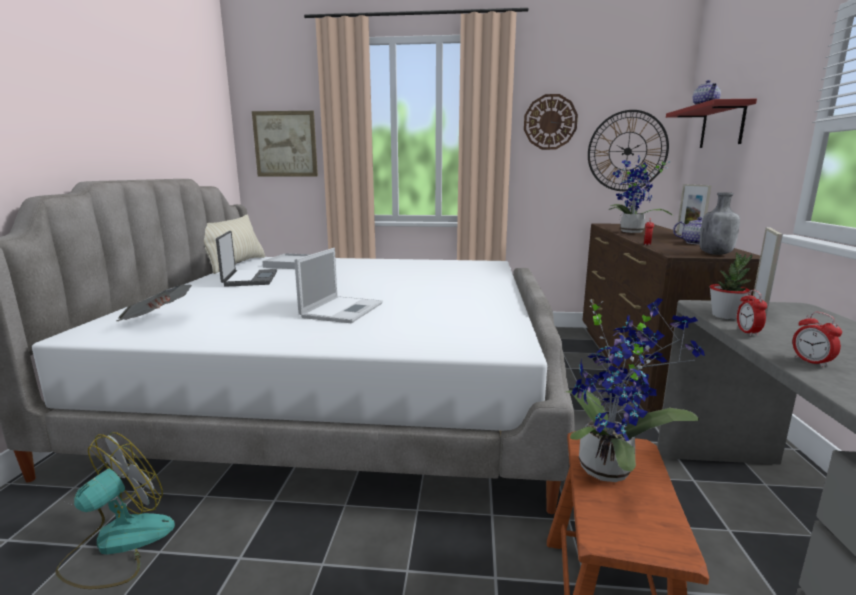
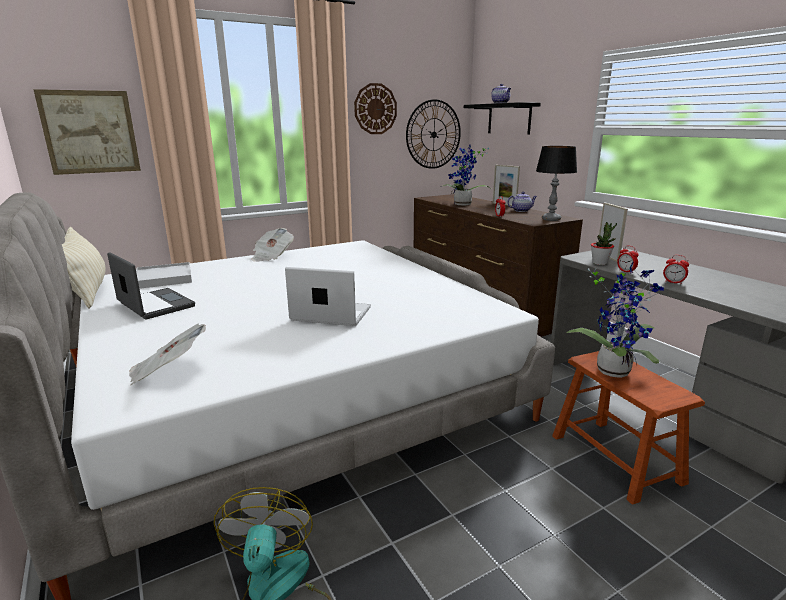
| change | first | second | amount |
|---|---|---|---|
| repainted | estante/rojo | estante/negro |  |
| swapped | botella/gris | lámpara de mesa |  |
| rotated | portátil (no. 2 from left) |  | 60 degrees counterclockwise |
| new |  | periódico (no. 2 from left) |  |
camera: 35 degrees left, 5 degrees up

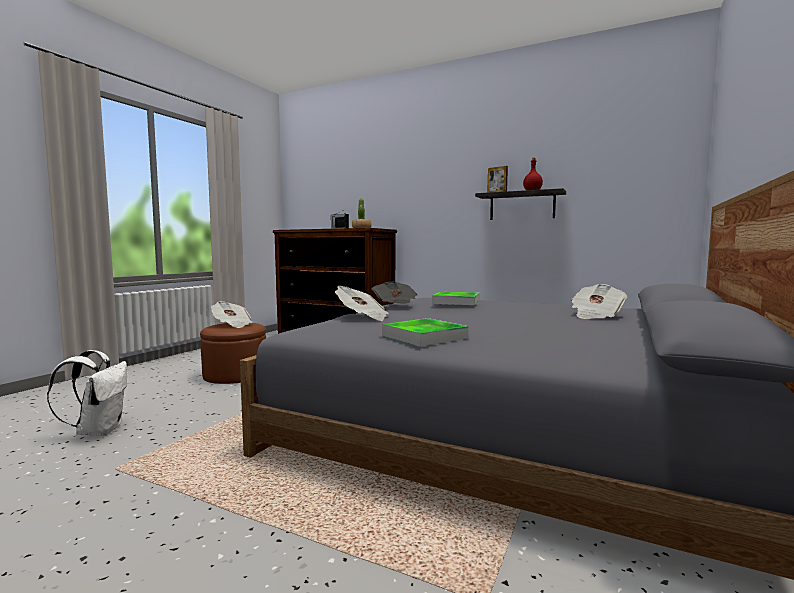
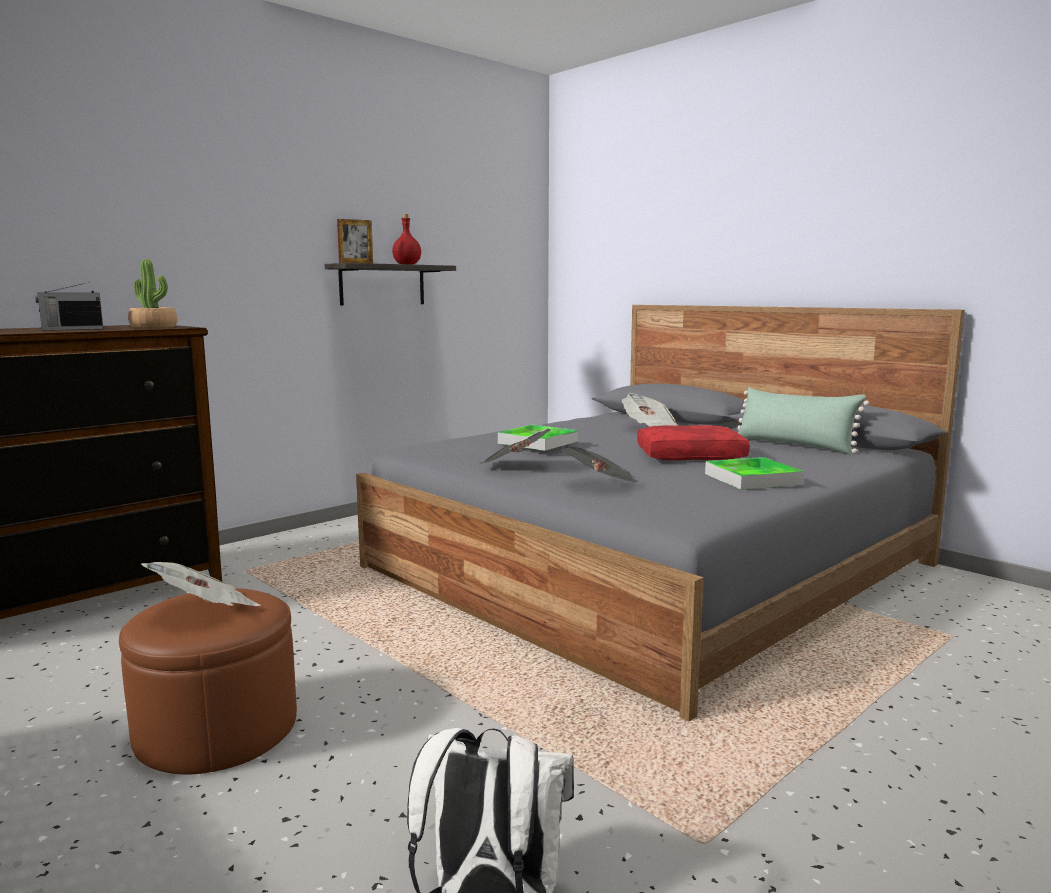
| change | first | second | amount |
|---|---|---|---|
| new |  | cojín/verde |  |
| new |  | cojín/rojo |  |
camera: 70 degrees left, 5 degrees up

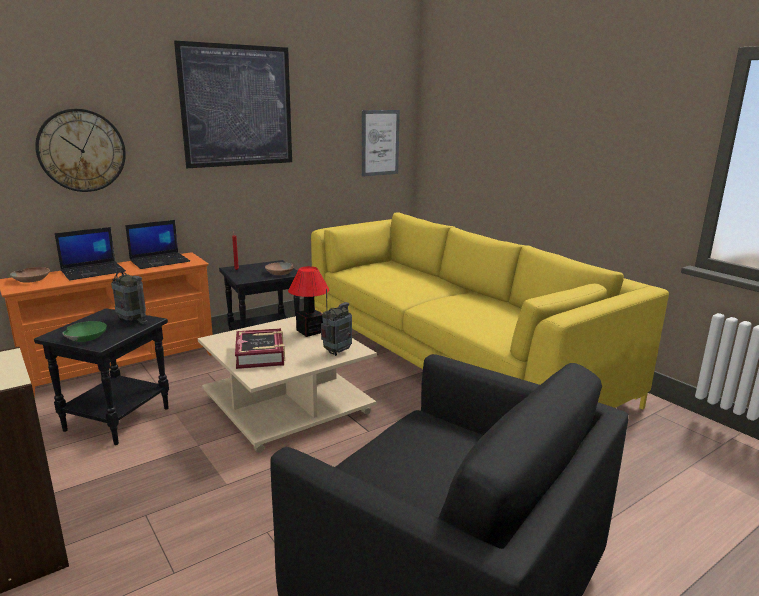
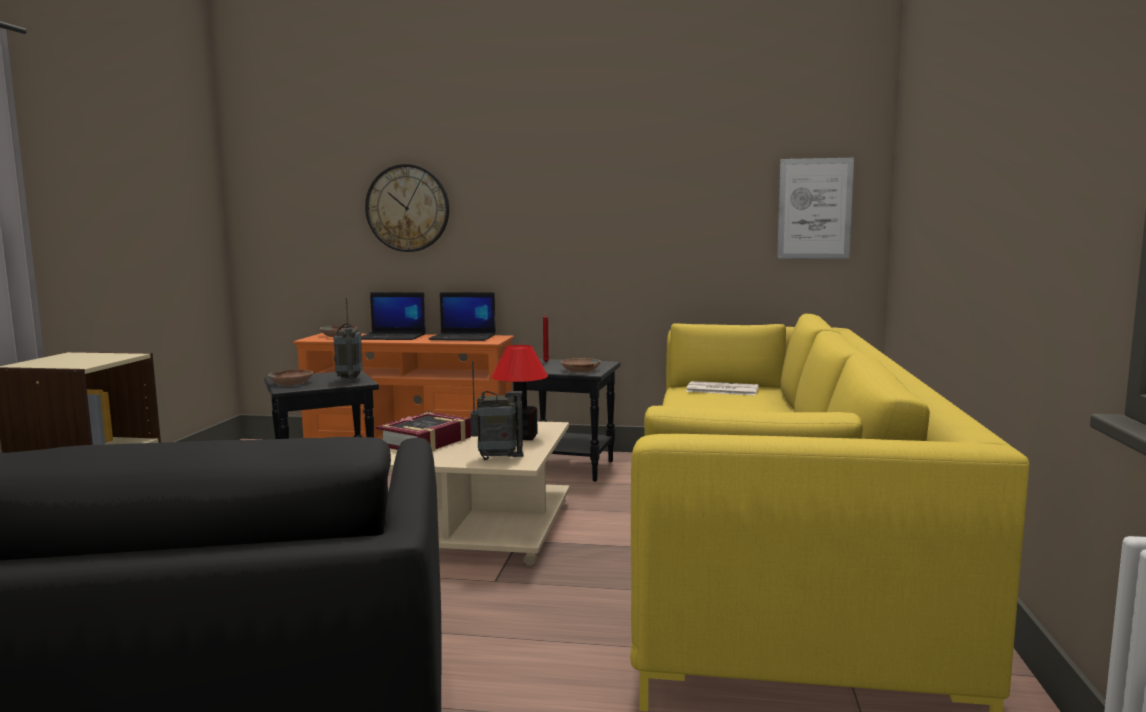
| change | first | second | amount |
|---|---|---|---|
| gone | cuadro (no. 1 from left) |  |  |
| repainted | cuenco/verde | cuenco/marrón (no. 1 from left) |  |
| new |  | periódico |  |
camera: 45 degrees right, 10 degrees down

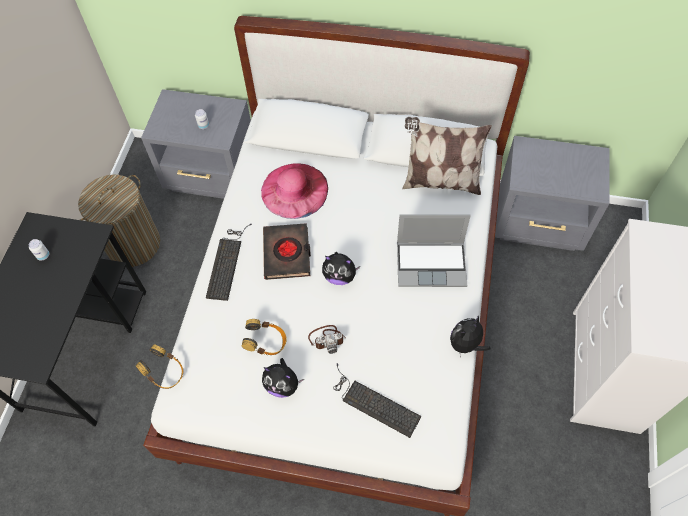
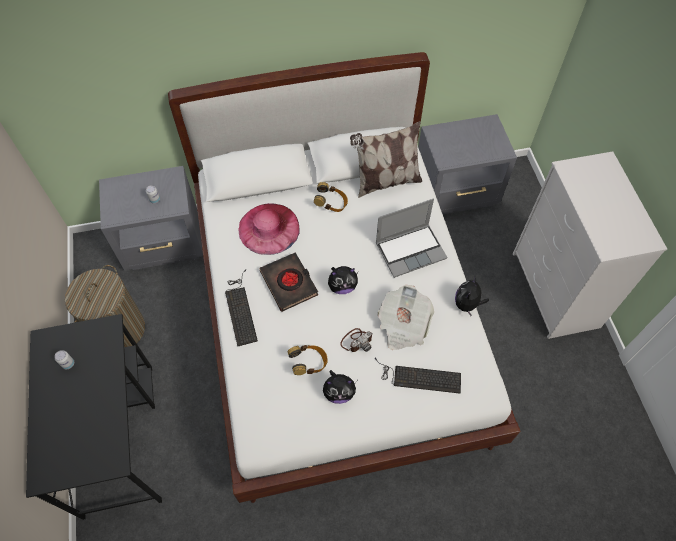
| change | first | second | amount |
|---|---|---|---|
| shifted | auriculares (no. 1 from left in the first image) | auriculares (no. 2 from left) |  |
| new |  | periódico |  |
camera: 25 degrees left, 0 degrees up

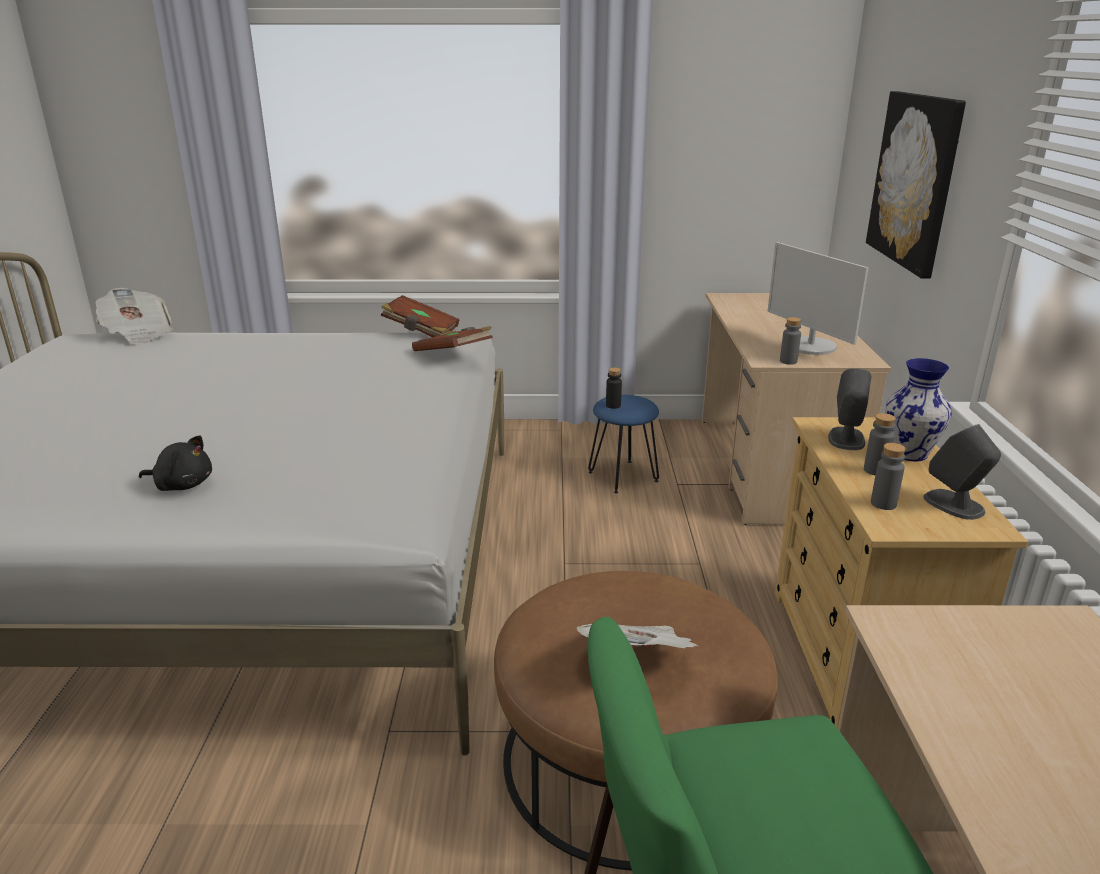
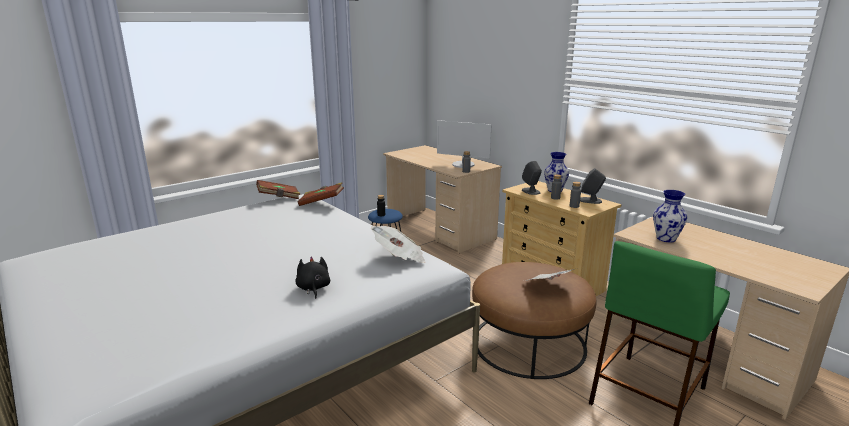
| change | first | second | amount |
|---|---|---|---|
| gone | cuadro |  |  |
| shifted | periódico (no. 1 from left) |  |  |
| rotated | peluche/negro |  | 75 degrees counterclockwise |
| new |  | florero (no. 2 from left) |  |
camera: 40 degrees left, 5 degrees down

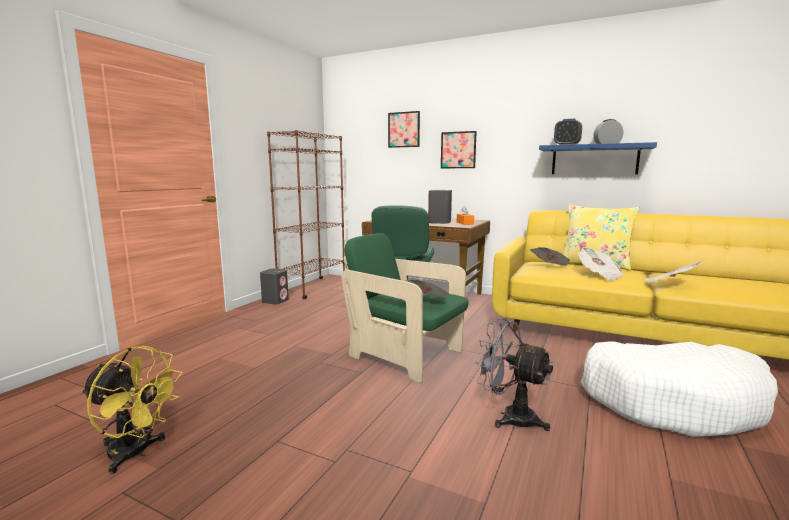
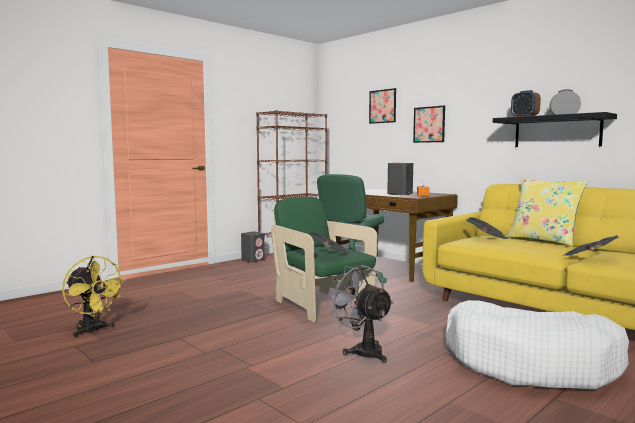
| change | first | second | amount |
|---|---|---|---|
| repainted | estante/azul | estante/negro |  |
| gone | periódico (no. 3 from left) |  |  |
camera: 20 degrees right, 5 degrees down

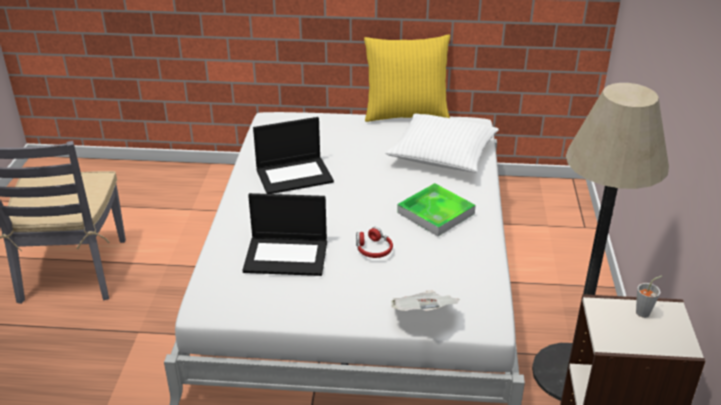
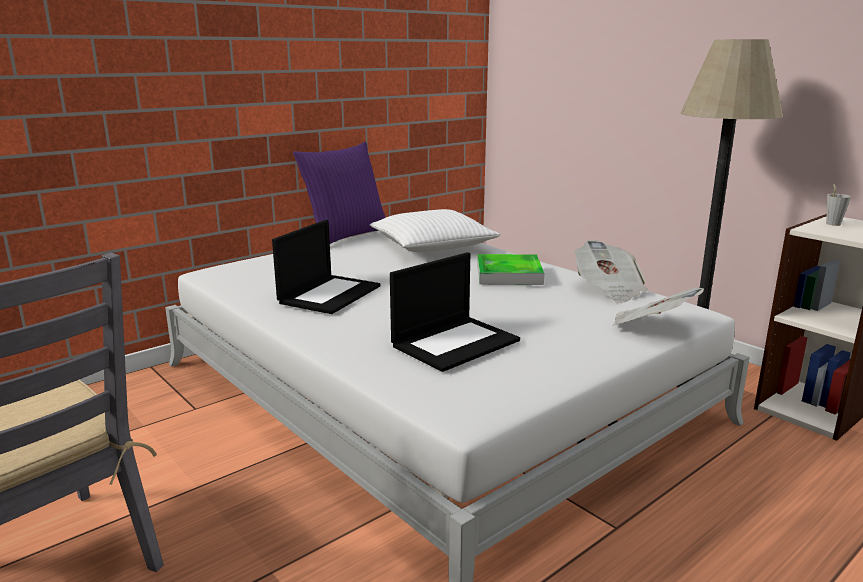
| change | first | second | amount |
|---|---|---|---|
| repainted | cojín/amarillo | cojín/morado |  |
| gone | auriculares/rojo |  |  |
| new |  | periódico (no. 1 from left) |  |
camera: 45 degrees left, 15 degrees down

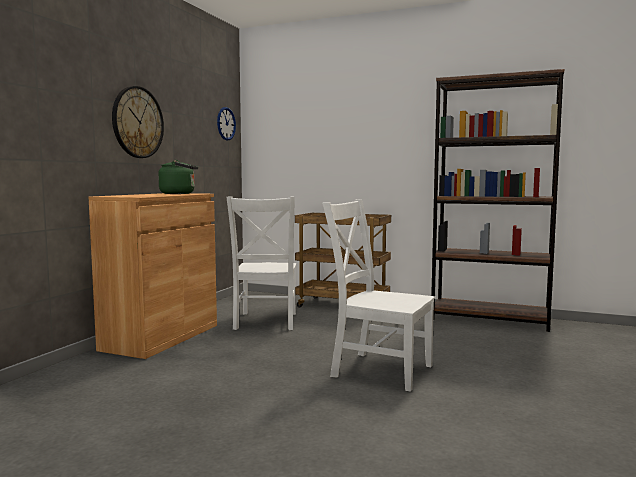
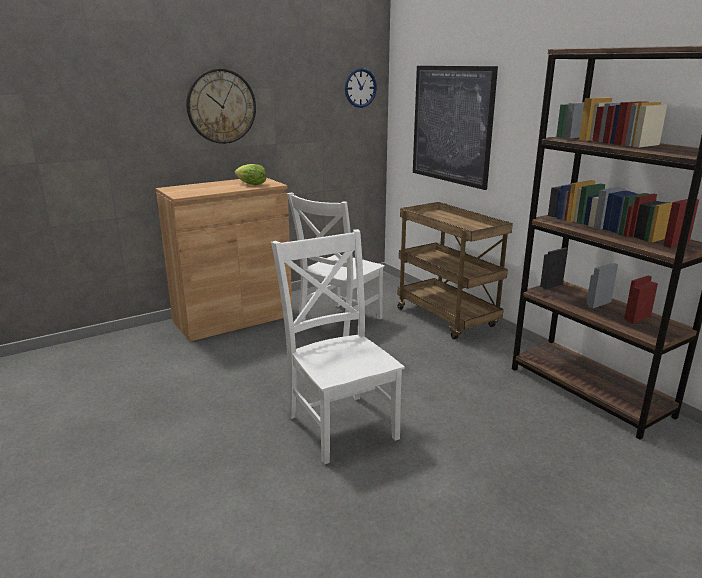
| change | first | second | amount |
|---|---|---|---|
| swapped | hervidor/verde | lechuga |  |
| new |  | cuadro |  |
camera: 35 degrees right, 15 degrees up

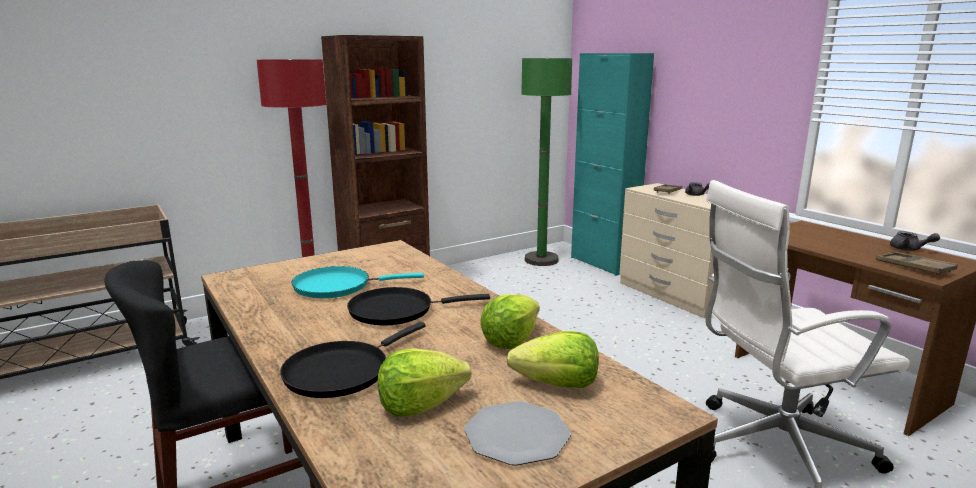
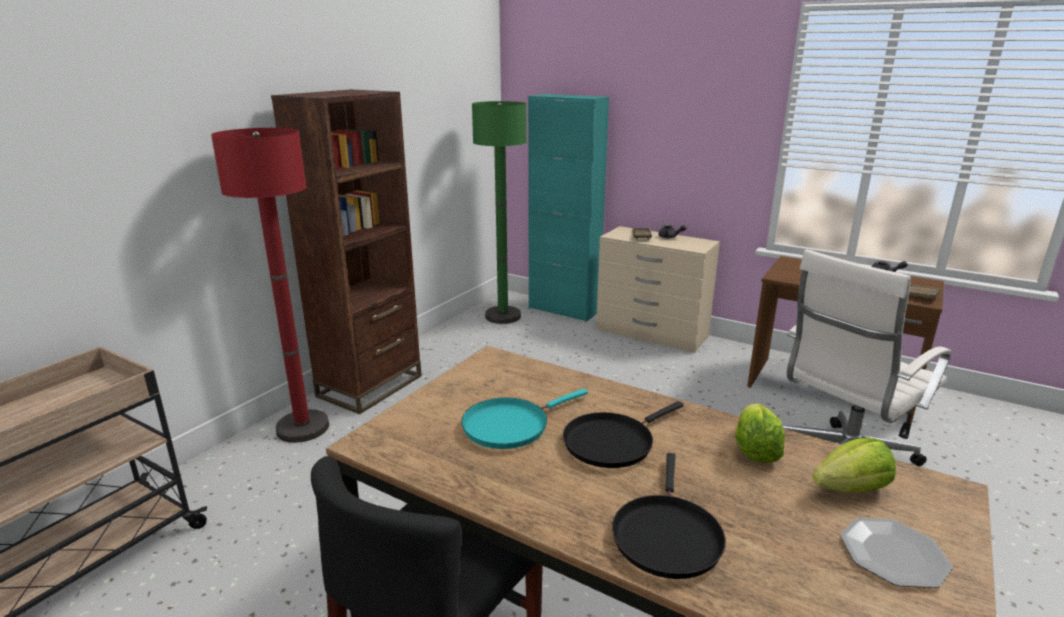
| change | first | second | amount |
|---|---|---|---|
| gone | lechuga (no. 1 from left) |  |  |
camera: 25 degrees left, 5 degrees up

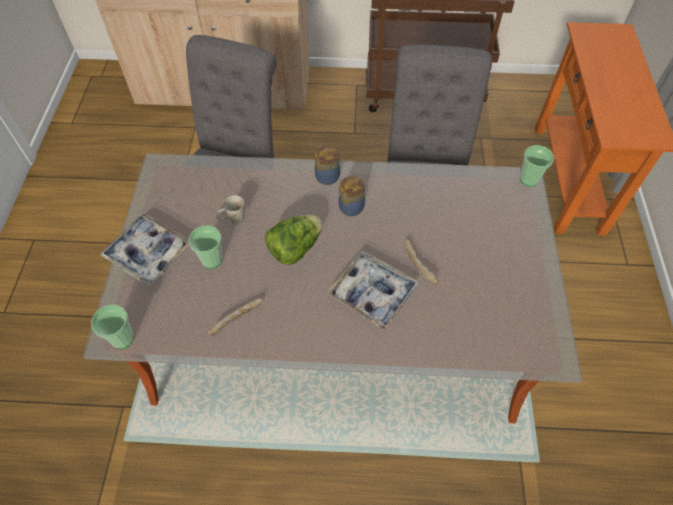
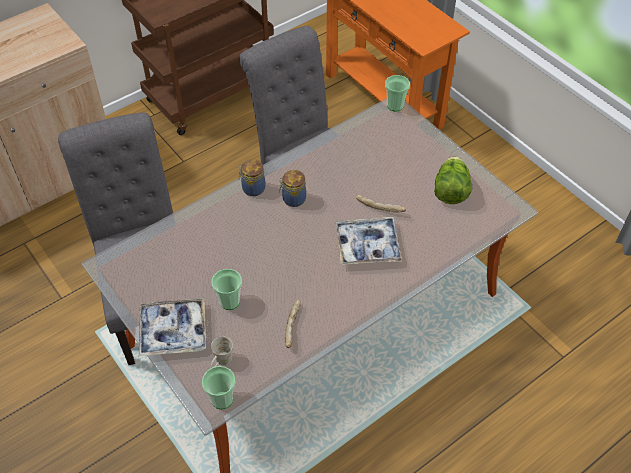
| change | first | second | amount |
|---|---|---|---|
| shifted | taza grande/blanco |  |  |
| shifted | lechuga |  |  |
camera: 40 degrees left, 5 degrees down

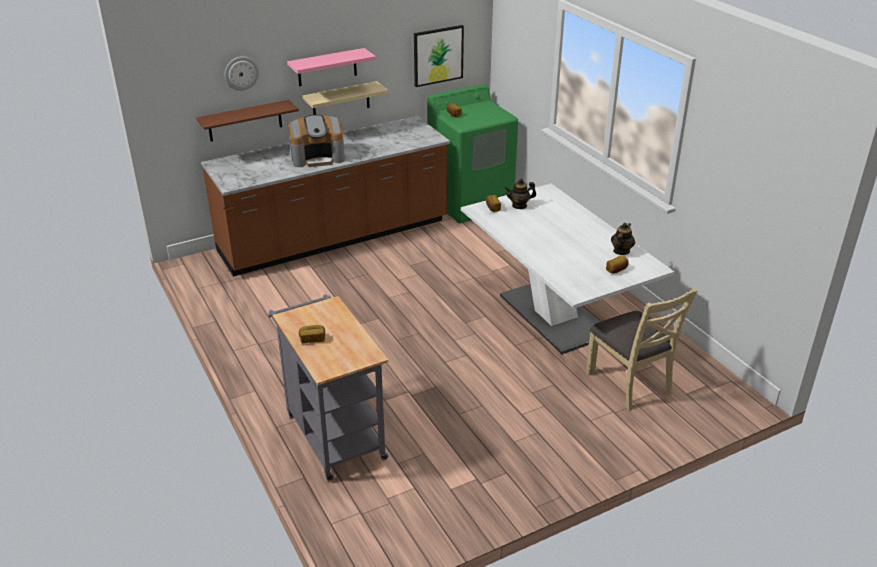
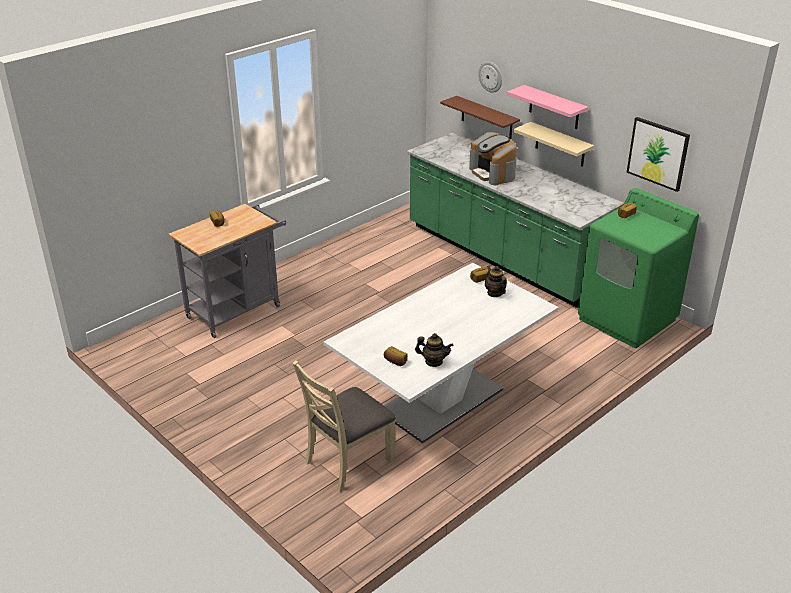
| change | first | second | amount |
|---|---|---|---|
| repainted | mueble bajo de cocina/marrón | mueble bajo de cocina/verde |  |
camera: 75 degrees right, 0 degrees up

